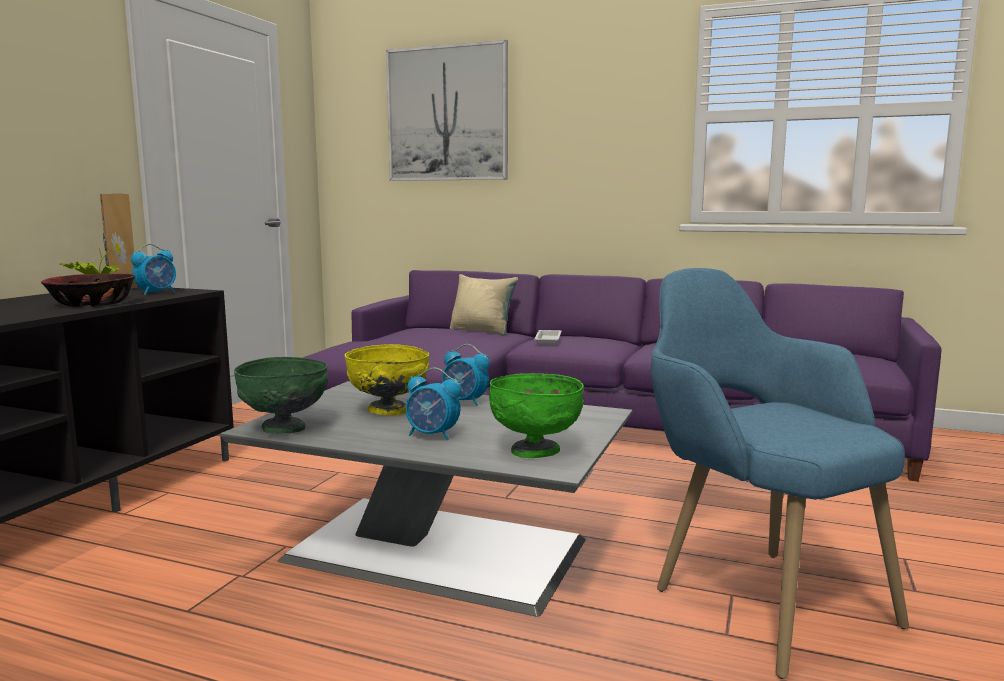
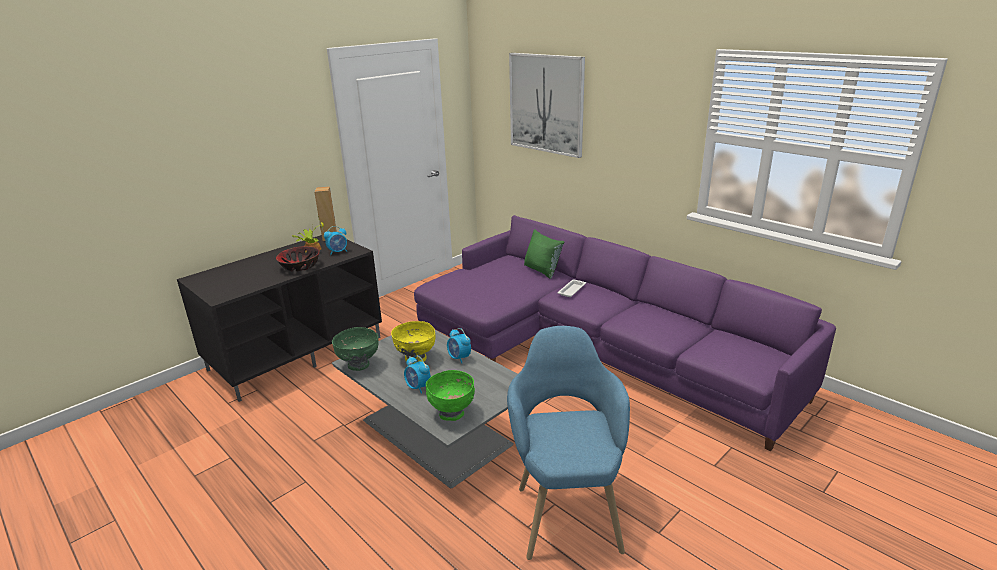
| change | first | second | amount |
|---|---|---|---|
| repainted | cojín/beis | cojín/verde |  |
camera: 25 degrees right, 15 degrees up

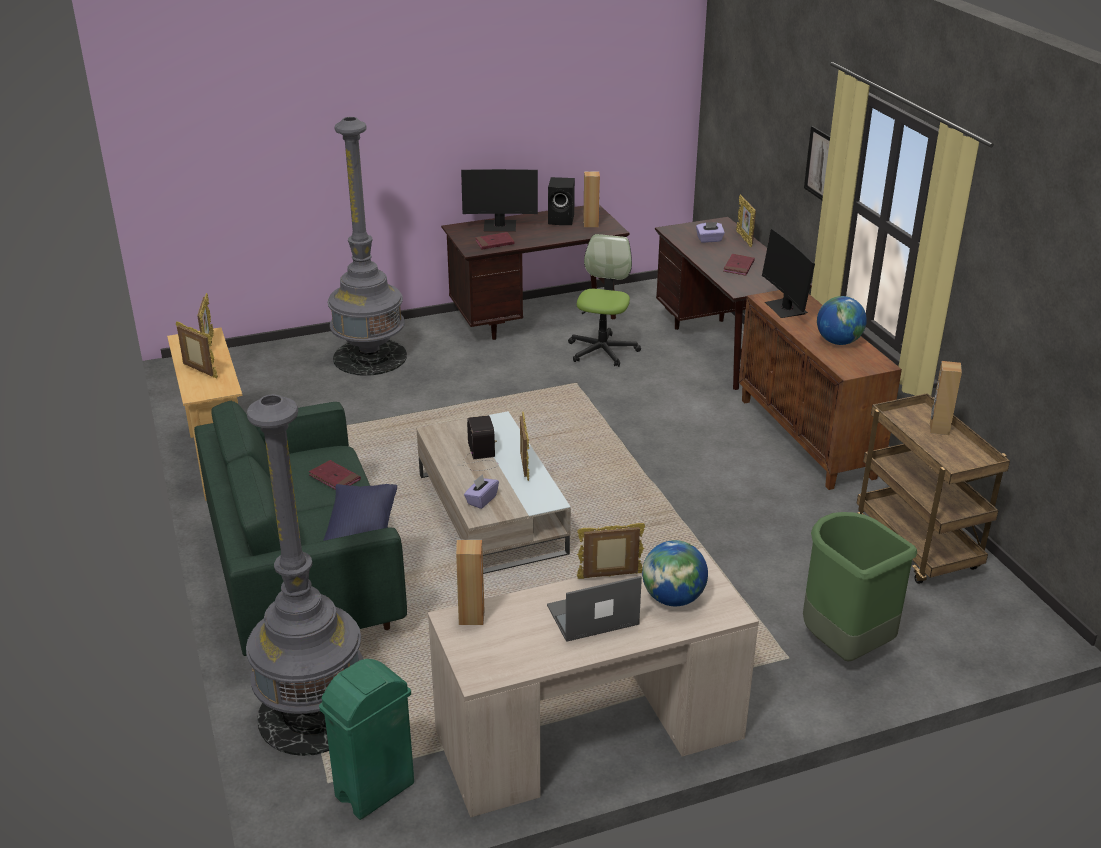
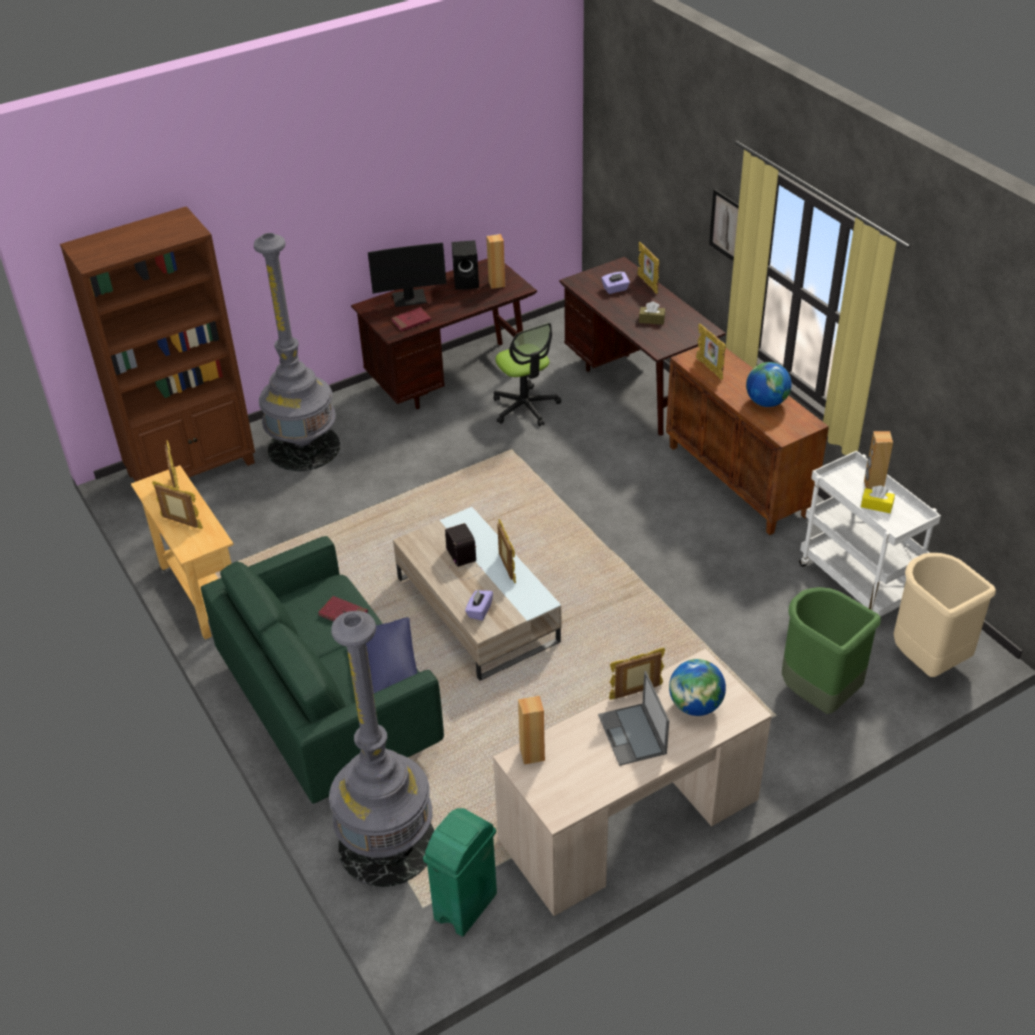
| change | first | second | amount |
|---|---|---|---|
| swapped | monitor (no. 2 from left) | portarretratos (no. 6 from left) |  |
| rotated | silla de oficina |  | 150 degrees clockwise |
| swapped | libro/rojo (no. 3 from left) | caja de pañuelos/marrón |  |
| repainted | carrito/marrón | carrito/blanco |  |
| rotated | portátil |  | 75 degrees counterclockwise |
| new |  | estantería/marrón |  |
| new |  | caja de pañuelos/amarillo |  |
| new |  | papelera/beis |  |
camera: 10 degrees left, 10 degrees up

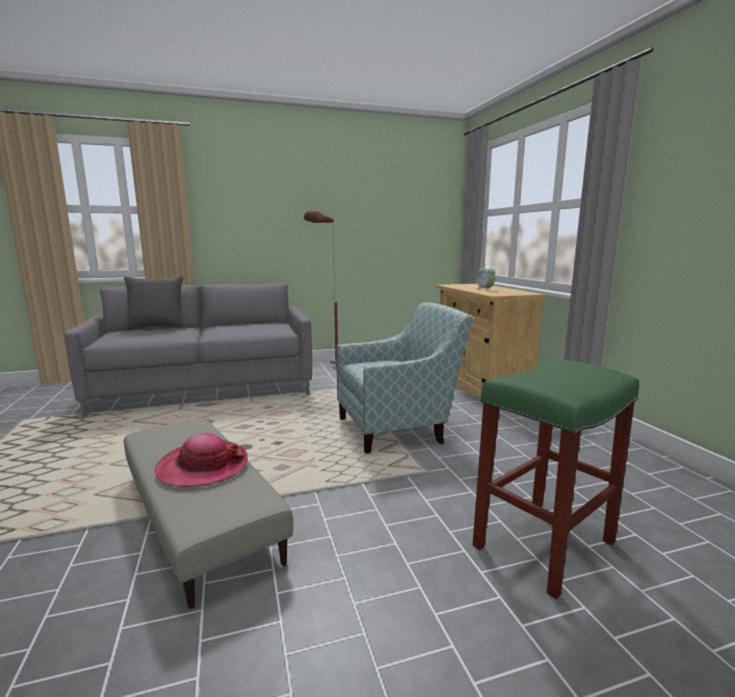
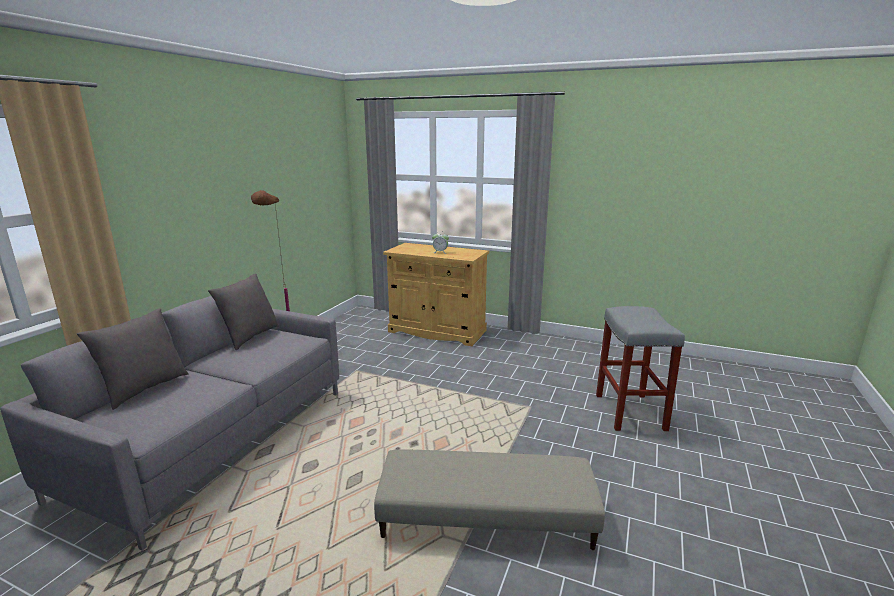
| change | first | second | amount |
|---|---|---|---|
| gone | sillón |  |  |
| repainted | taburete/verde | taburete/gris |  |
| gone | sombrero |  |  |
| new |  | cojín/gris (no. 2 from left) |  |
camera: 50 degrees left, 5 degrees up

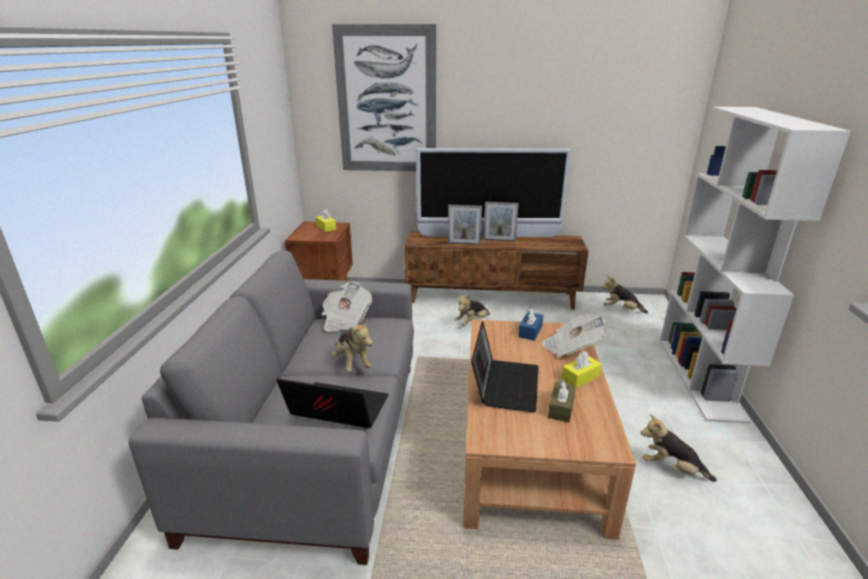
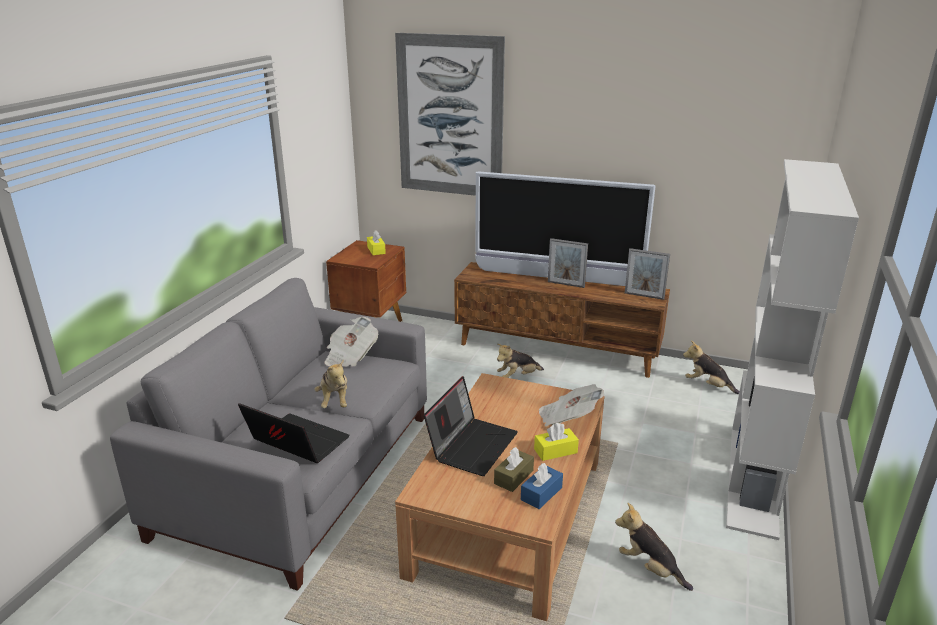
| change | first | second | amount |
|---|---|---|---|
| shifted | portarretratos (no. 1 from left in the first image) | portarretratos (no. 2 from left) |  |
| shifted | caja de pañuelos/azul |  |  |
camera: 15 degrees right, 0 degrees up

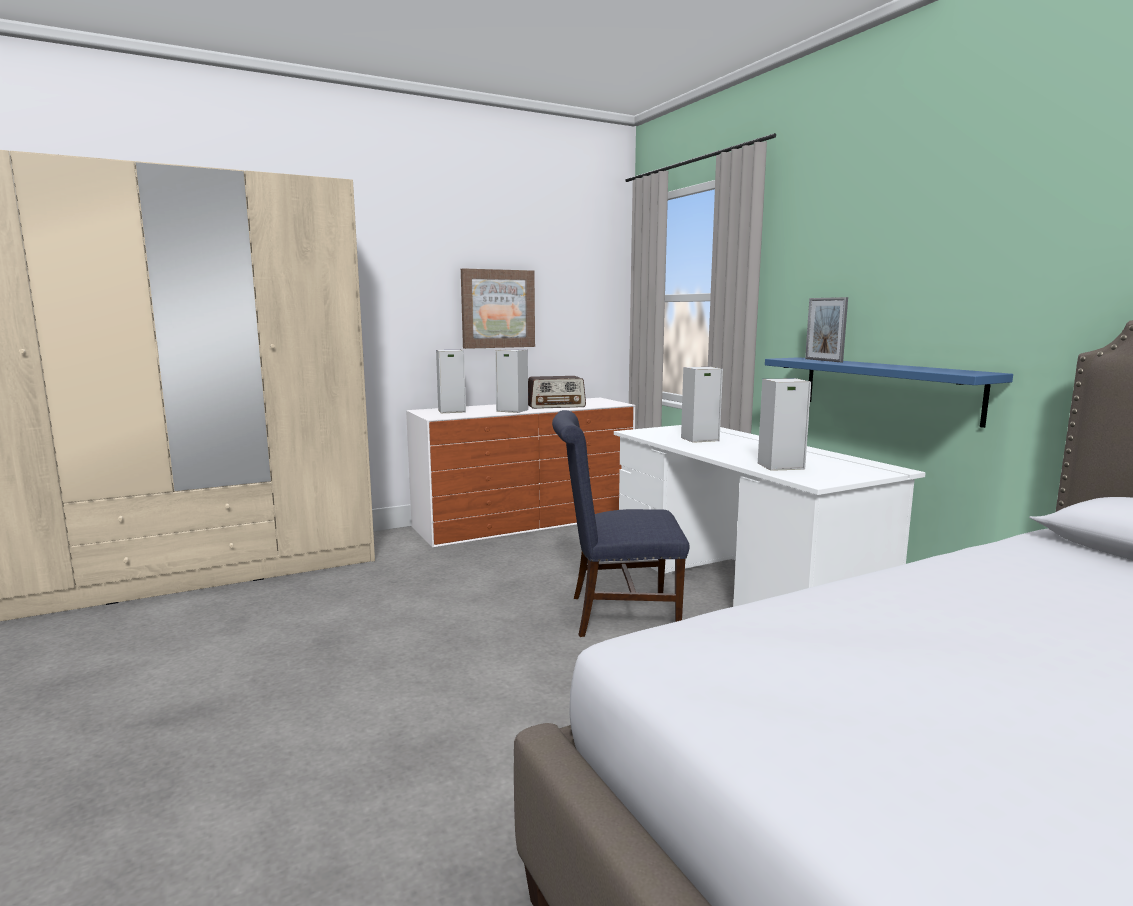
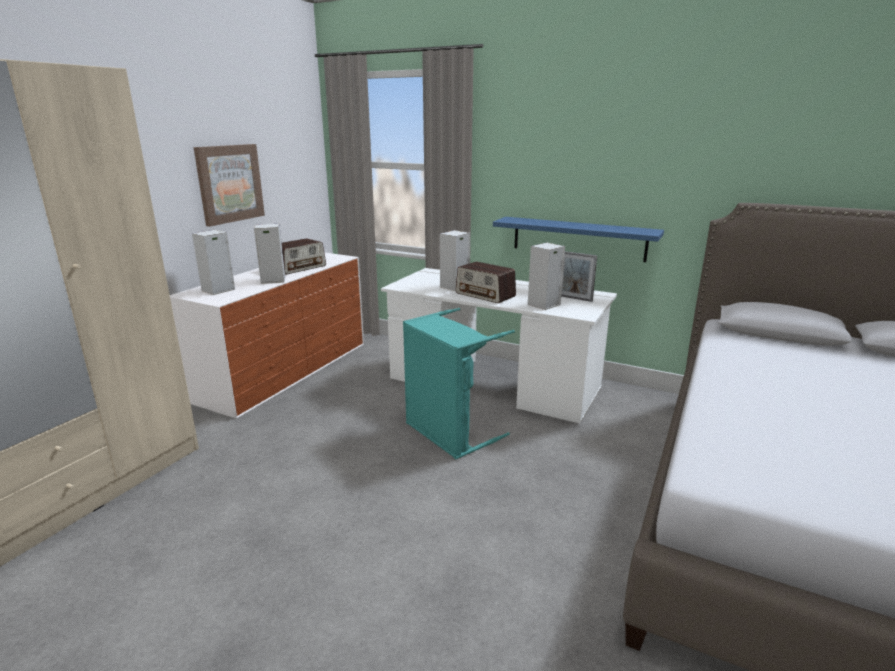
| change | first | second | amount |
|---|---|---|---|
| shifted | portarretratos |  |  |
| swapped | silla/azul | cesto de la ropa/turquesa |  |
| new |  | radio (no. 2 from left) |  |
camera: 35 degrees left, 10 degrees up

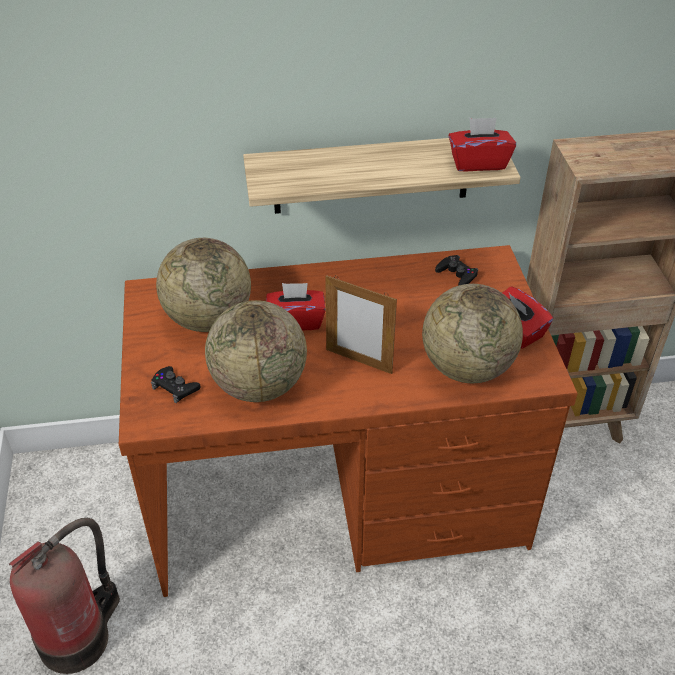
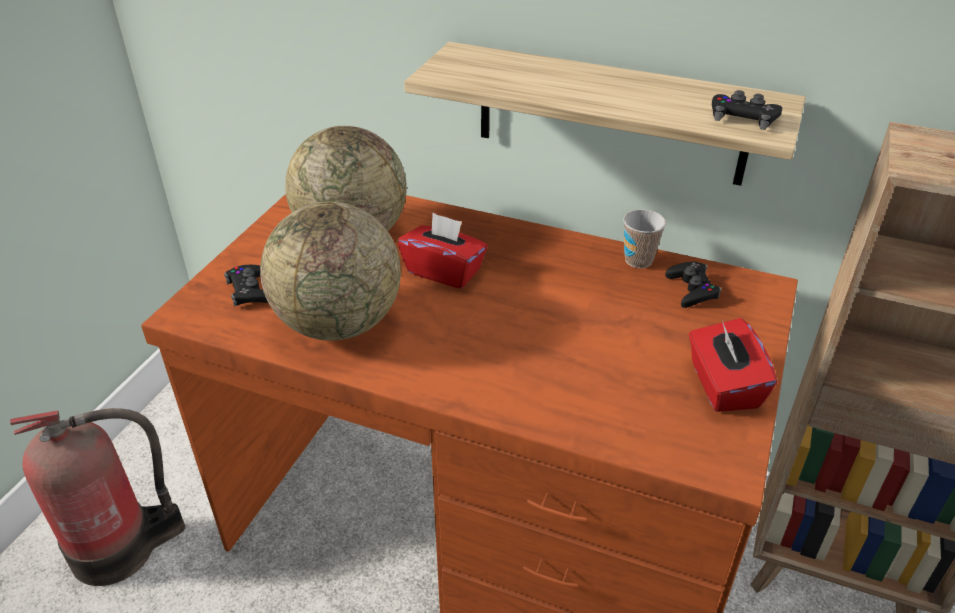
| change | first | second | amount |
|---|---|---|---|
| swapped | caja de pañuelos/rojo (no. 2 from left) | mando de consola/negro (no. 3 from left) |  |
| gone | portarretratos |  |  |
| gone | globo terráqueo (no. 3 from left) |  |  |
| new |  | taza |  |
camera: 30 degrees right, 5 degrees down

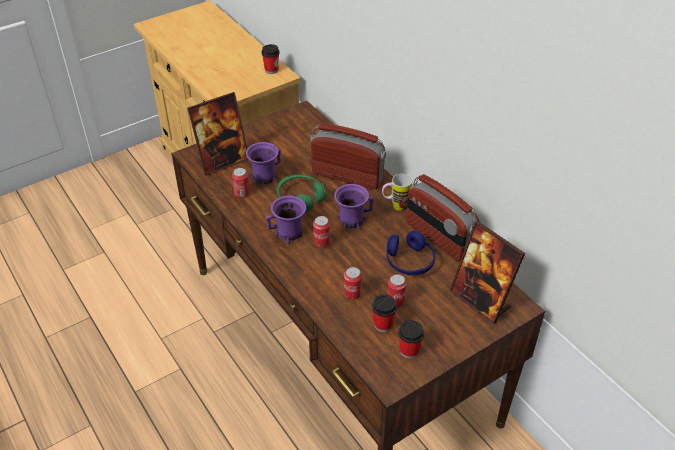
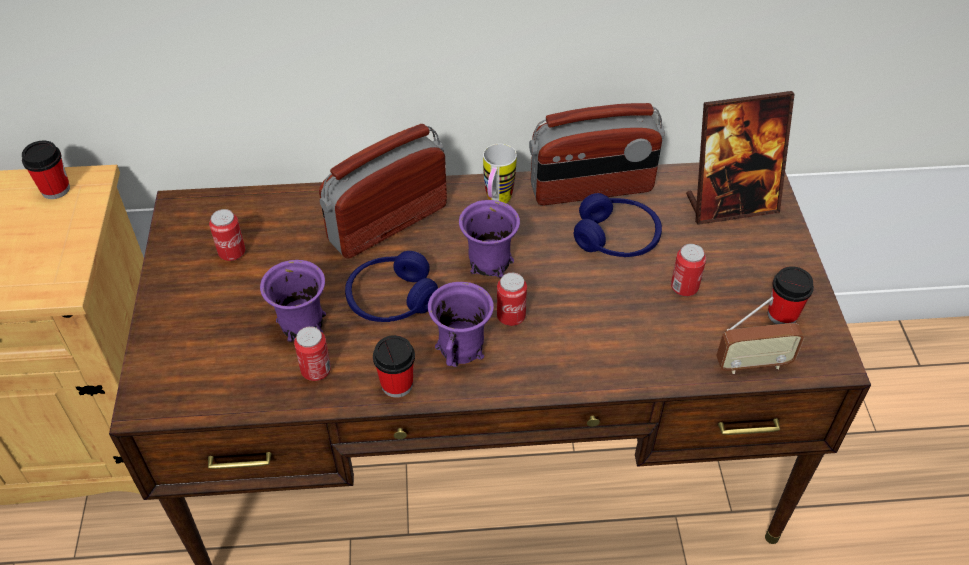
| change | first | second | amount |
|---|---|---|---|
| gone | portarretratos (no. 1 from left) |  |  |
| repainted | auriculares/verde | auriculares/azul (no. 1 from left) |  |
| shifted | lata (no. 3 from left in the first image) | lata (no. 1 from left) |  |
| shifted | taza (no. 2 from left) |  |  |
| new |  | radio (no. 3 from left) |  |
camera: 60 degrees left, 5 degrees up

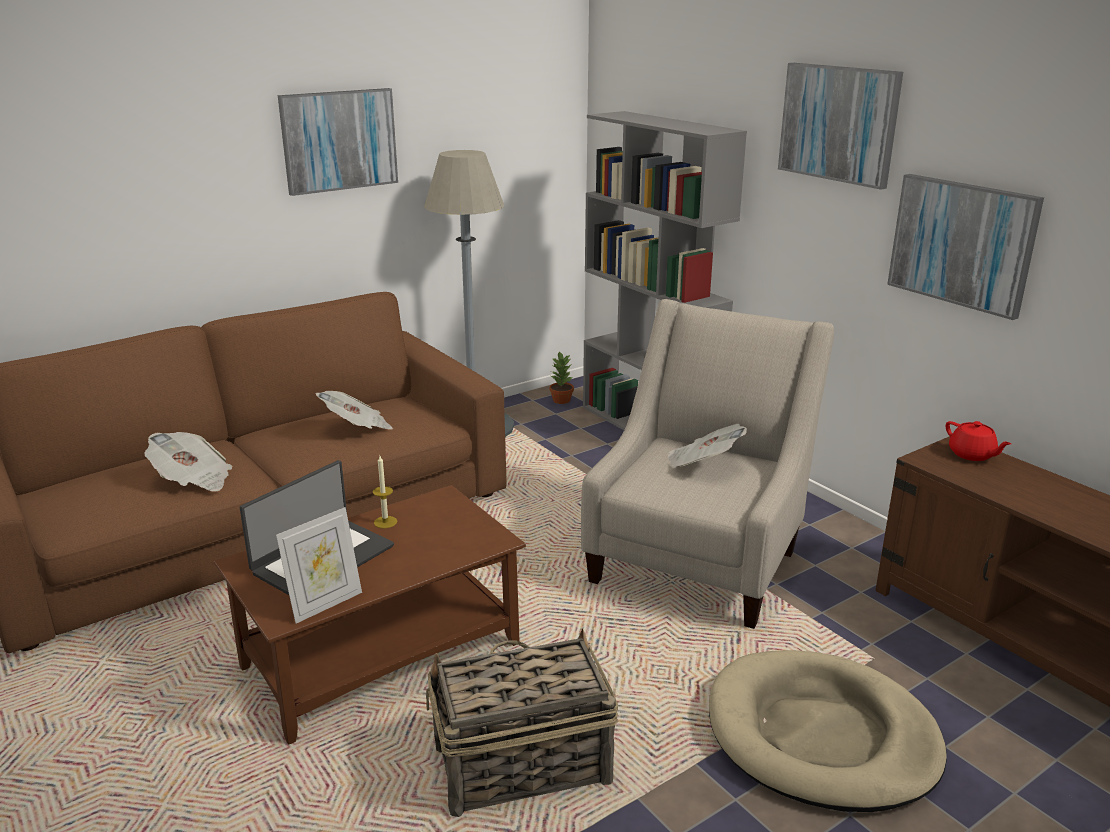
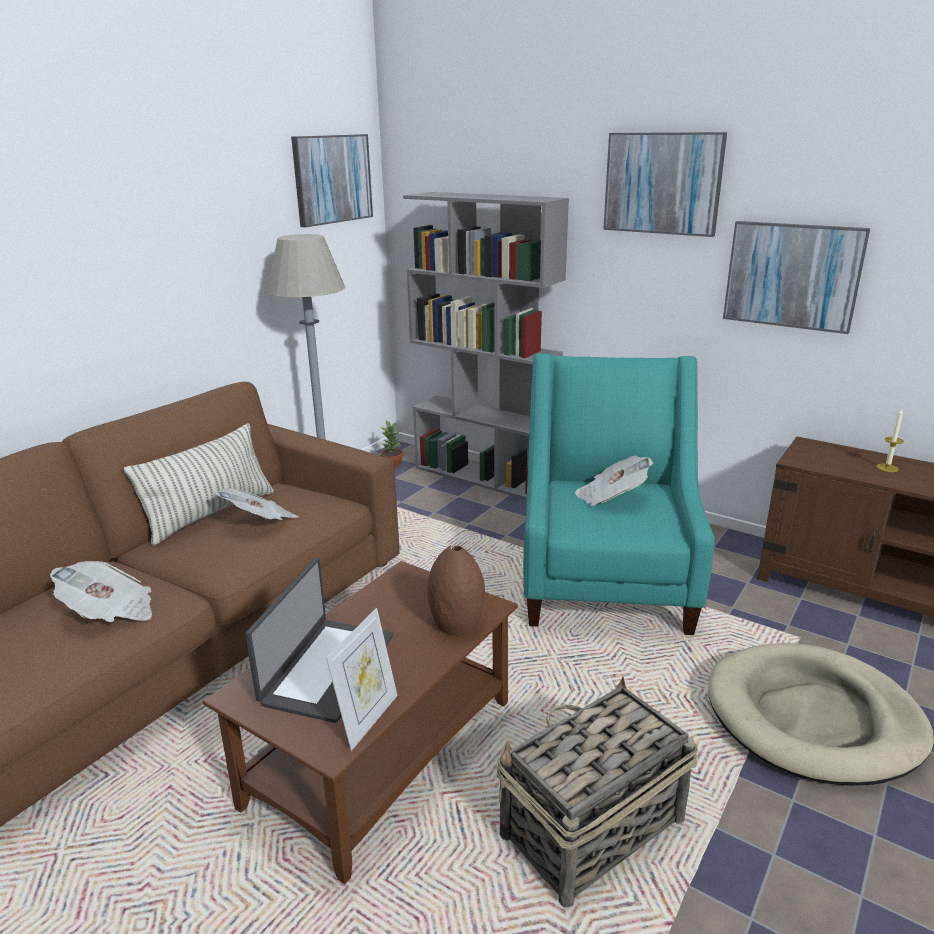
| change | first | second | amount |
|---|---|---|---|
| shifted | cuadro (no. 1 from left) |  |  |
| repainted | sillón/beis | sillón/turquesa |  |
| gone | tetera/rojo |  |  |
| shifted | vela |  |  |
| new |  | cojín |  |
| new |  | florero/marrón |  |
camera: 20 degrees left, 0 degrees up

